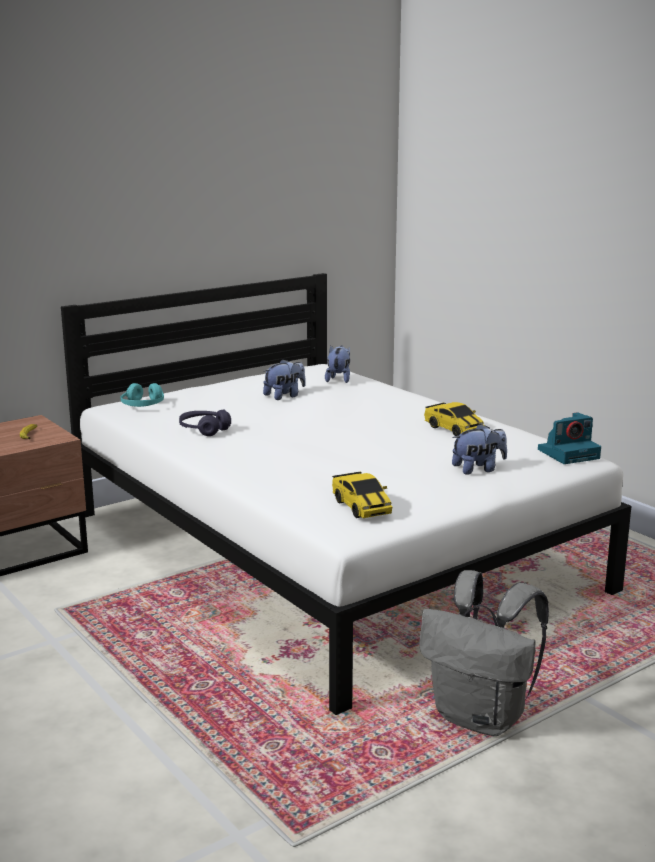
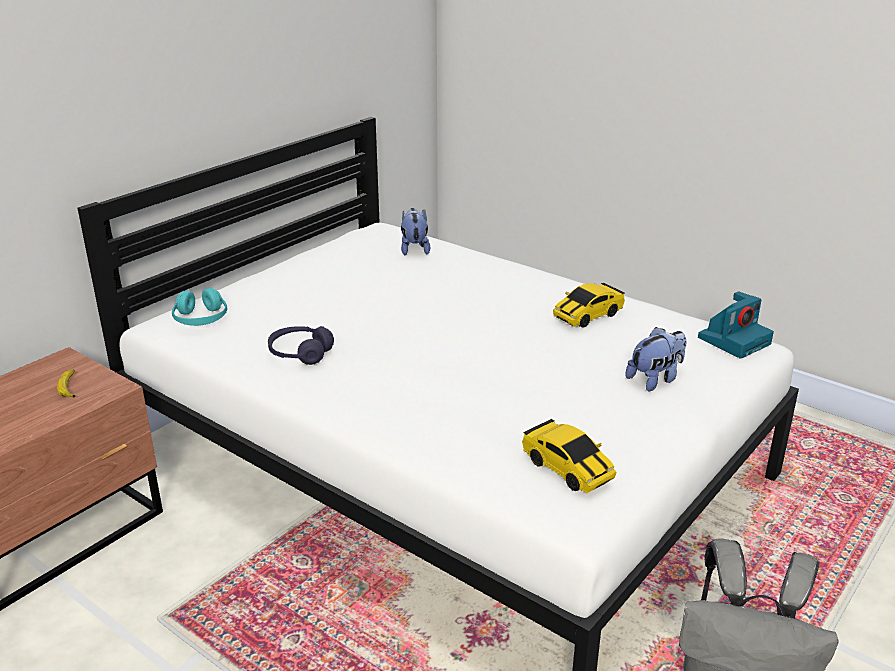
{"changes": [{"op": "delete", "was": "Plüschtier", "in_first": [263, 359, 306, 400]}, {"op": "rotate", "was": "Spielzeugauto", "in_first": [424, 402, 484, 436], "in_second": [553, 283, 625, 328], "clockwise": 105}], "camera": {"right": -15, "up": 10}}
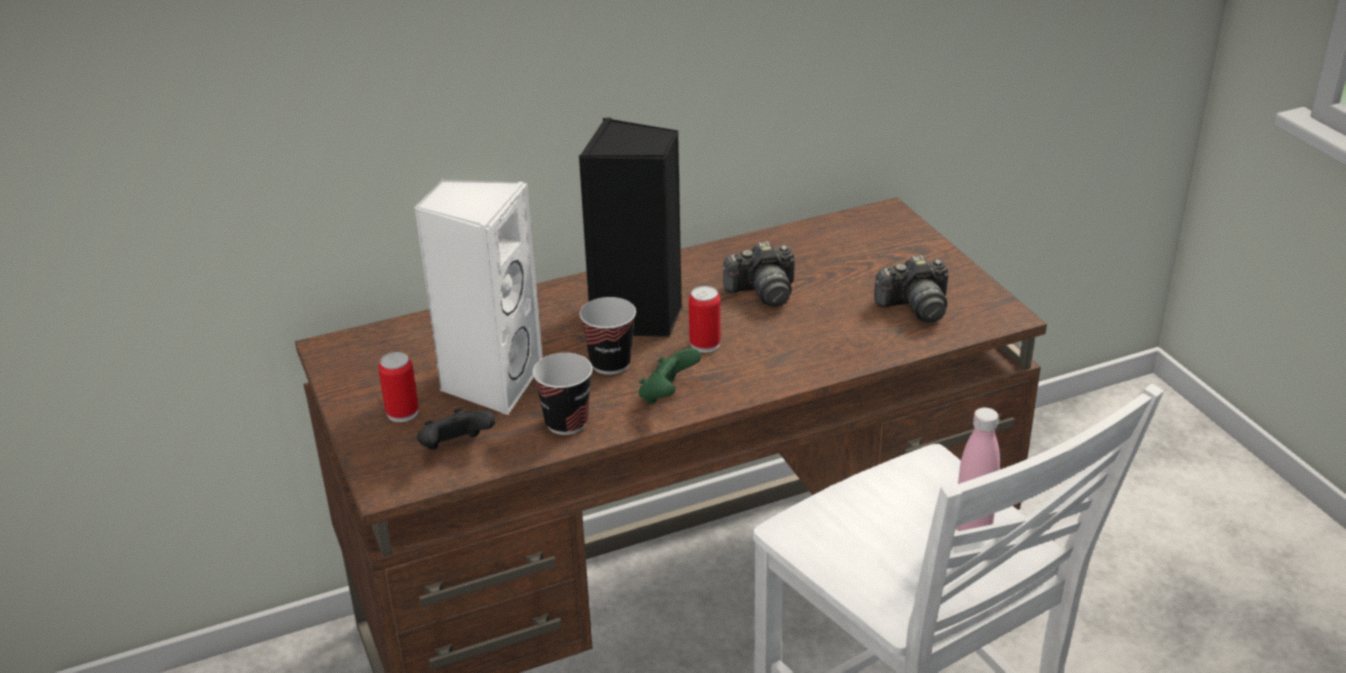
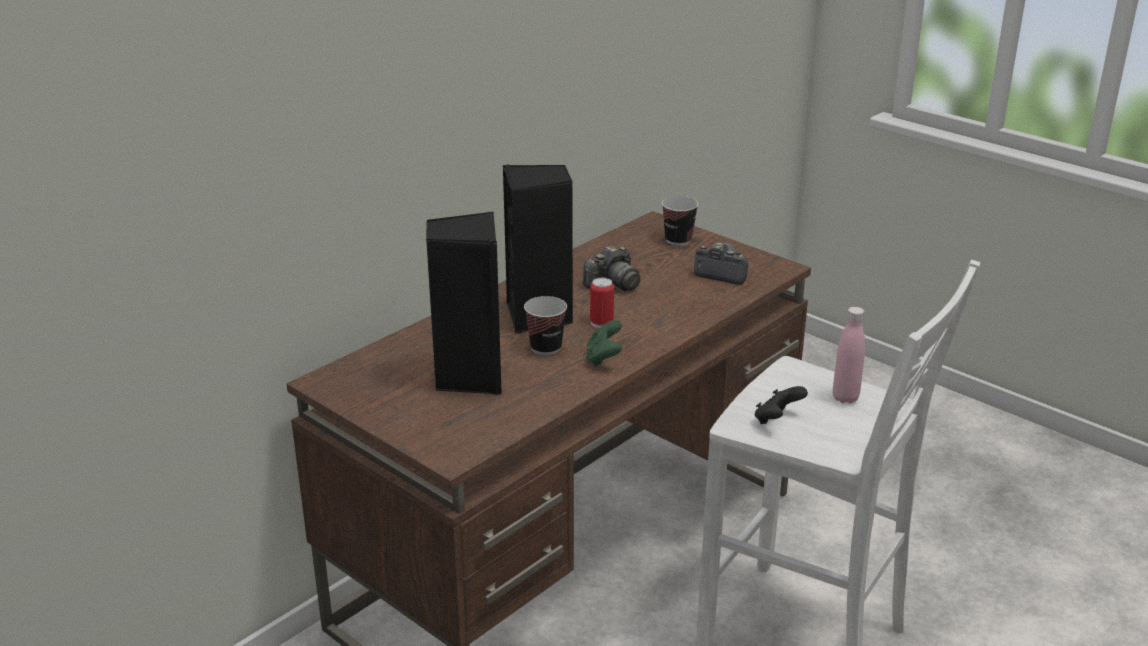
{"changes": [{"op": "recolor", "was": "Lautsprecher (weiß)", "now": "Lautsprecher (schwarz)", "in_first": [414, 179, 543, 415], "in_second": [426, 212, 502, 395]}, {"op": "rotate", "was": "Kamera", "in_first": [874, 255, 948, 323], "in_second": [694, 242, 750, 285], "clockwise": -120}, {"op": "delete", "was": "Dose", "in_first": [378, 352, 419, 422]}, {"op": "move", "was": "Tasse", "in_first": [533, 353, 593, 435], "in_second": [662, 196, 698, 246]}, {"op": "move", "was": "Gamepad (schwarz)", "in_first": [417, 408, 496, 450], "in_second": [755, 386, 808, 424]}], "camera": {"right": -25, "up": -5}}
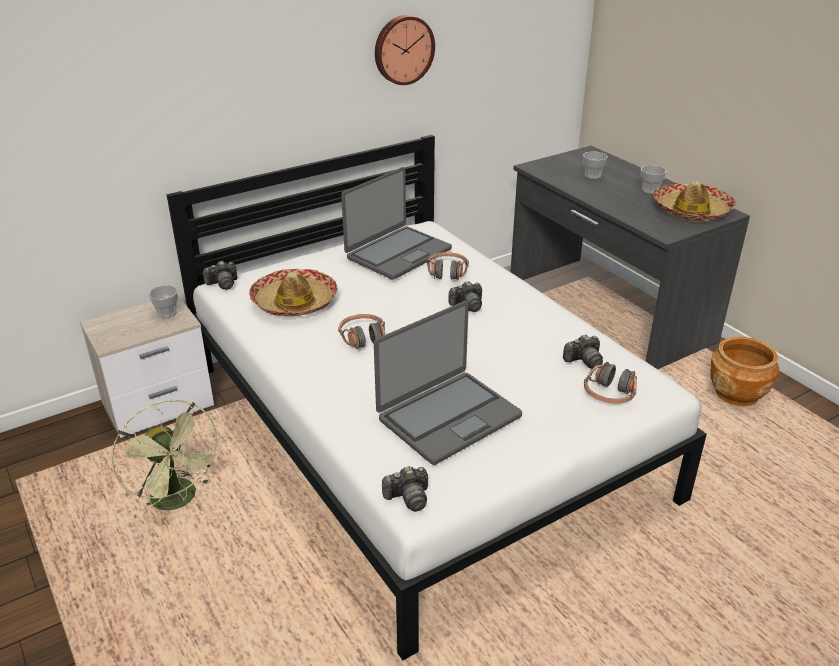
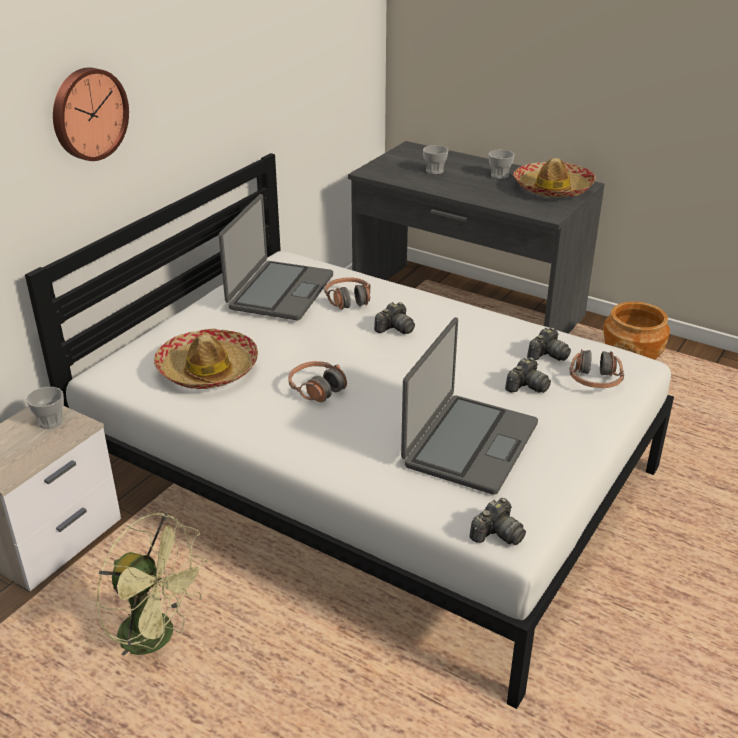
{"changes": [{"op": "move", "was": "Wanduhr", "in_first": [375, 15, 435, 85], "in_second": [53, 67, 129, 161]}, {"op": "move", "was": "Kamera", "in_first": [203, 261, 238, 290], "in_second": [505, 357, 551, 393]}], "camera": {"right": -25, "up": 0}}
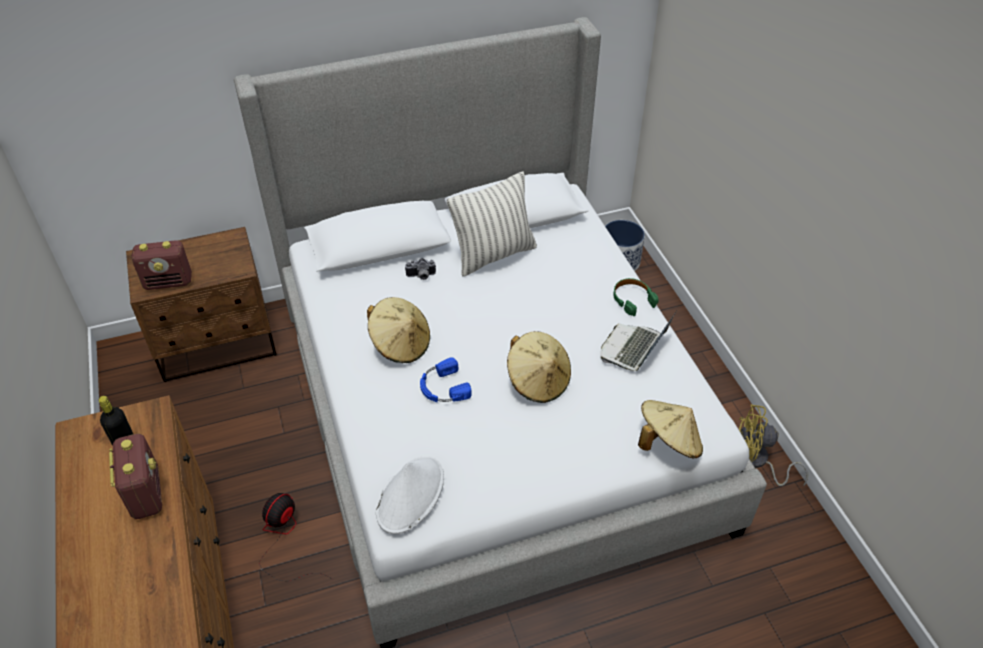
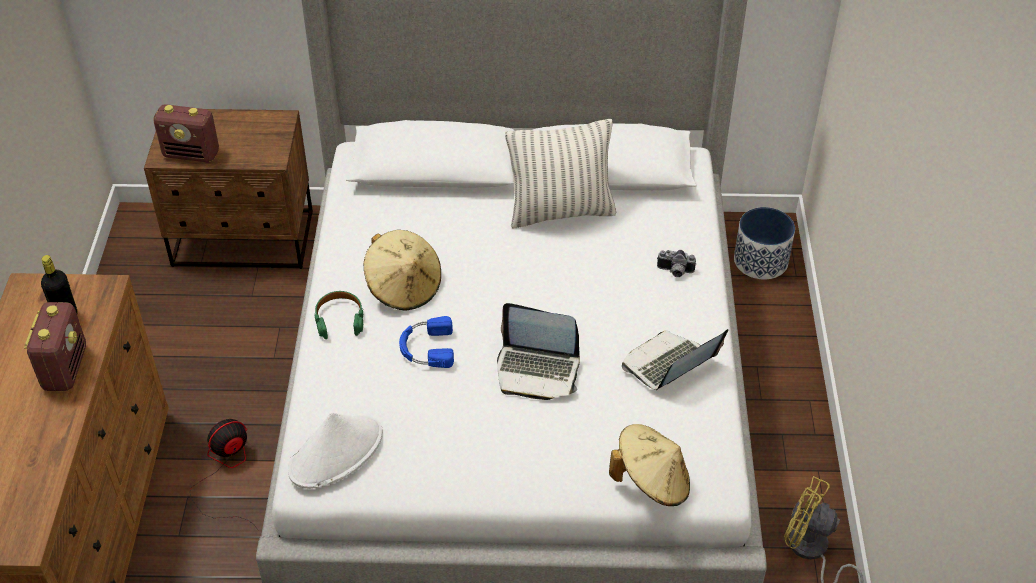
{"changes": [{"op": "move", "was": "Kamera", "in_first": [405, 258, 436, 280], "in_second": [657, 250, 696, 277]}, {"op": "move", "was": "Kopfhörer (grün)", "in_first": [613, 278, 659, 316], "in_second": [315, 291, 363, 339]}, {"op": "replace", "was": "Hut (beige)", "now": "Laptop", "in_first": [507, 331, 571, 403], "in_second": [497, 303, 580, 400]}], "camera": {"right": 20, "up": 0}}
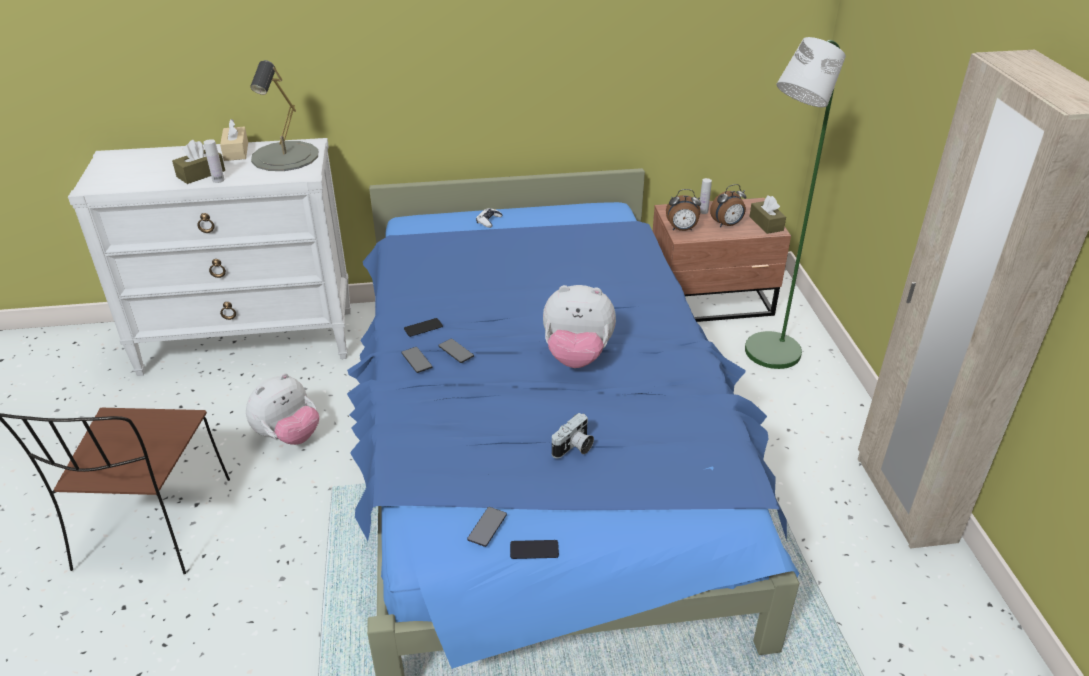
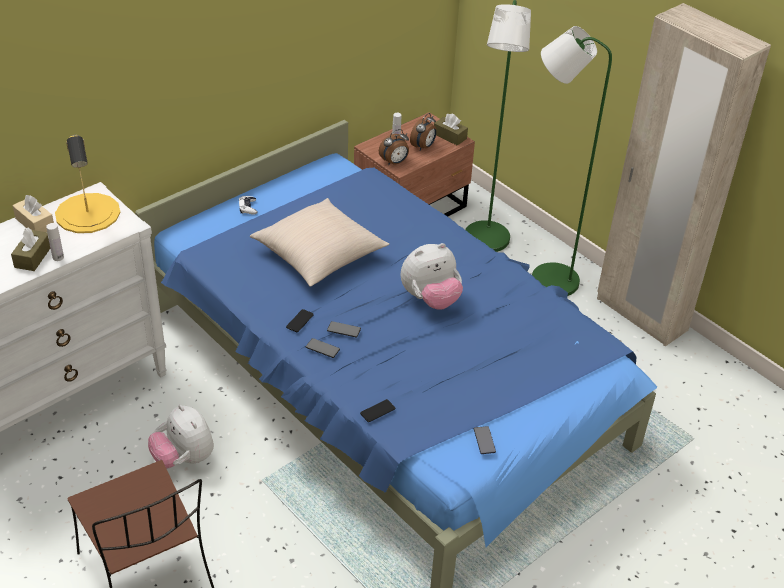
{"changes": [{"op": "recolor", "was": "Tischlampe (grau)", "now": "Tischlampe (gelb)", "in_first": [250, 60, 318, 171], "in_second": [55, 135, 120, 233]}, {"op": "rotate", "was": "Plüschtier", "in_first": [246, 373, 319, 445], "in_second": [148, 405, 214, 469], "clockwise": 135}, {"op": "delete", "was": "Kamera", "in_first": [552, 413, 594, 458]}, {"op": "move", "was": "Handy", "in_first": [510, 540, 559, 559], "in_second": [360, 399, 395, 422]}, {"op": "insert", "now": "Stehlampe (grün)", "in_second": [532, 26, 612, 296]}, {"op": "insert", "now": "Kissen (beige)", "in_second": [250, 198, 389, 287]}], "camera": {"right": -35, "up": 5}}
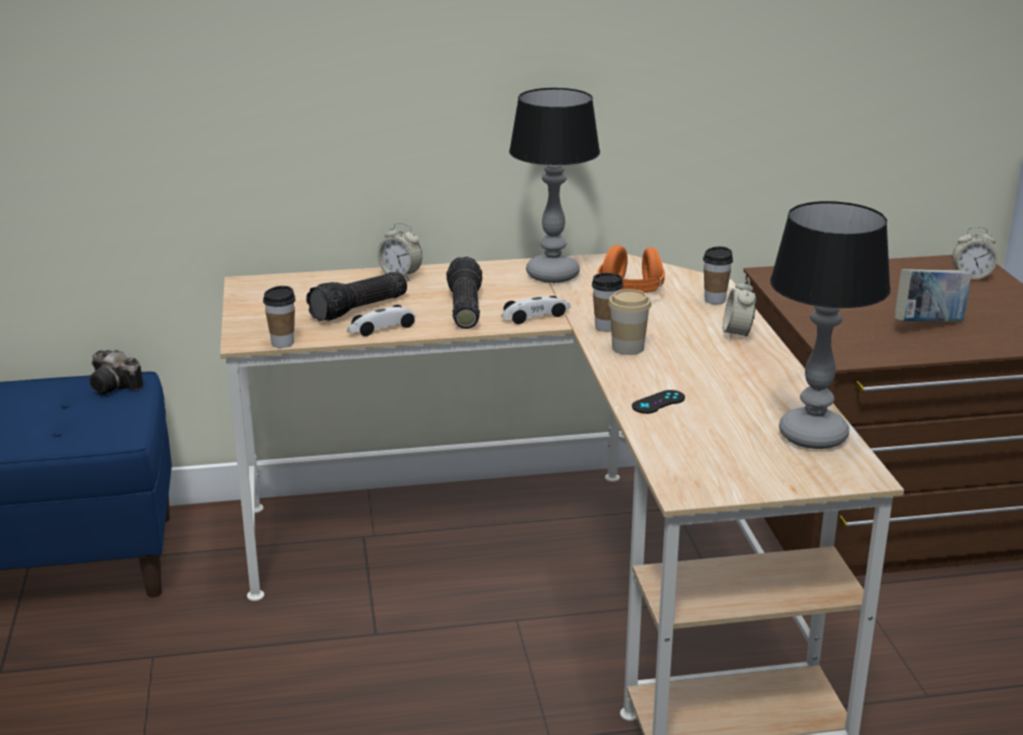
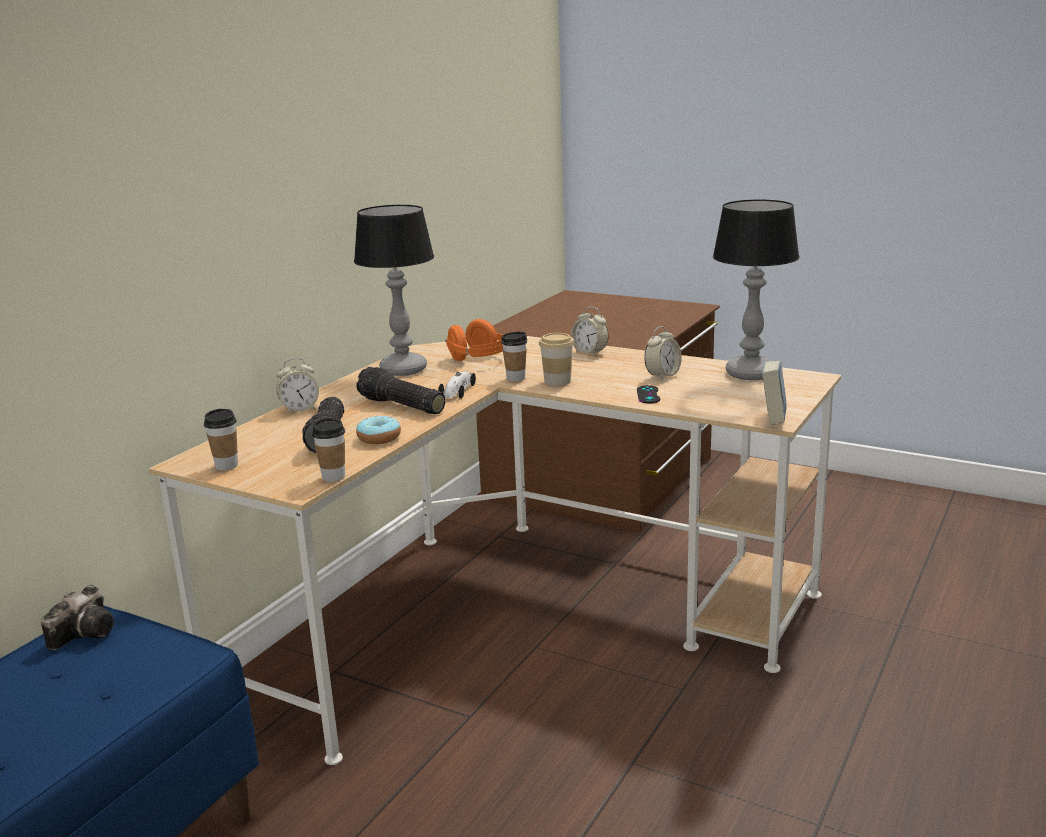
{"changes": [{"op": "move", "was": "Wecker", "in_first": [952, 226, 997, 280], "in_second": [644, 326, 682, 381]}, {"op": "move", "was": "Tasse", "in_first": [703, 246, 733, 304], "in_second": [204, 409, 238, 470]}, {"op": "move", "was": "Buch", "in_first": [895, 269, 971, 321], "in_second": [762, 360, 787, 425]}, {"op": "replace", "was": "Spielzeugauto", "now": "Donut", "in_first": [347, 305, 416, 336], "in_second": [356, 416, 401, 444]}, {"op": "rotate", "was": "Kamera", "in_first": [89, 349, 143, 394], "in_second": [41, 585, 114, 650], "clockwise": -45}], "camera": {"right": -50, "up": -5}}
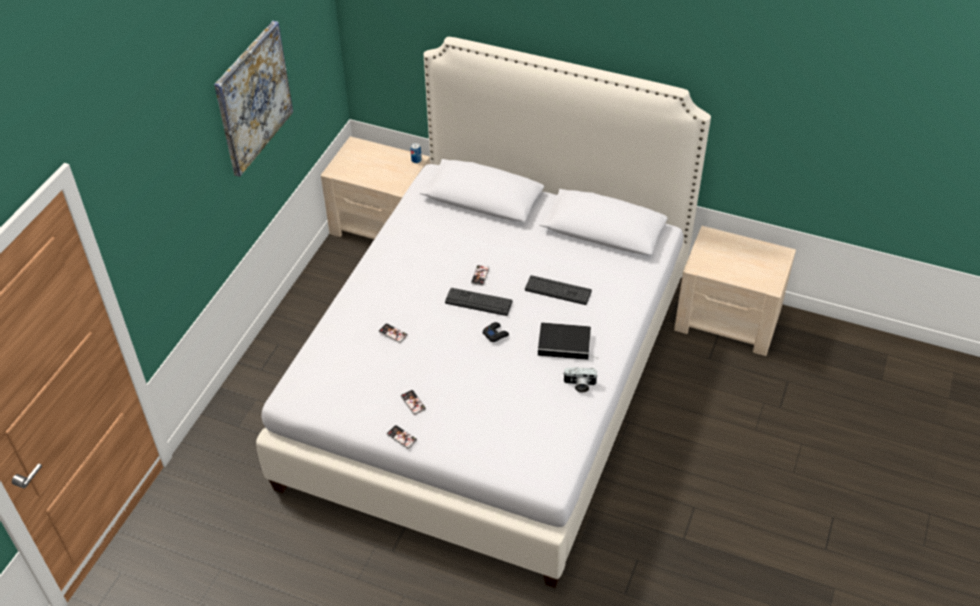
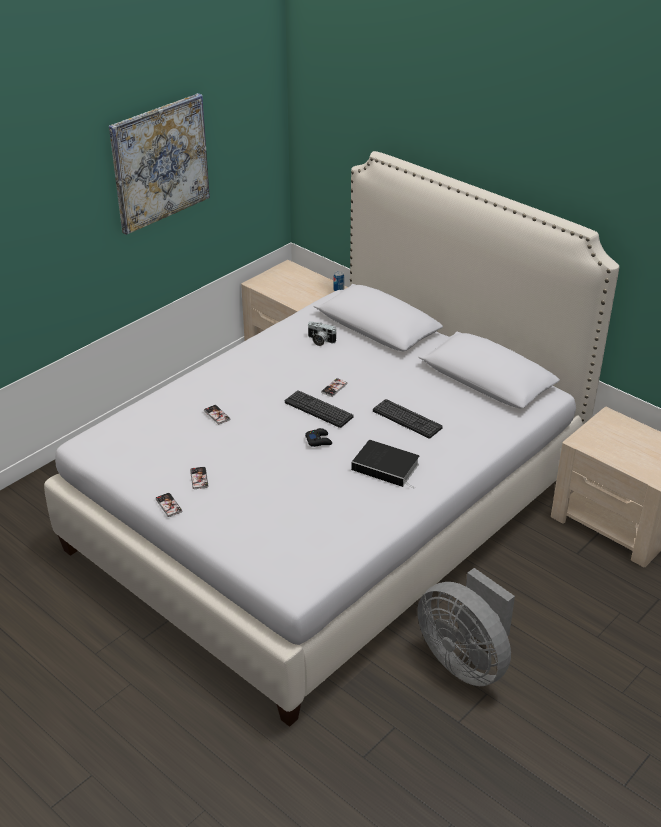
{"changes": [{"op": "move", "was": "Kamera", "in_first": [564, 367, 598, 393], "in_second": [307, 321, 337, 346]}, {"op": "insert", "now": "Ventilator (grau)", "in_second": [417, 568, 515, 686]}], "camera": {"right": 20, "up": -10}}
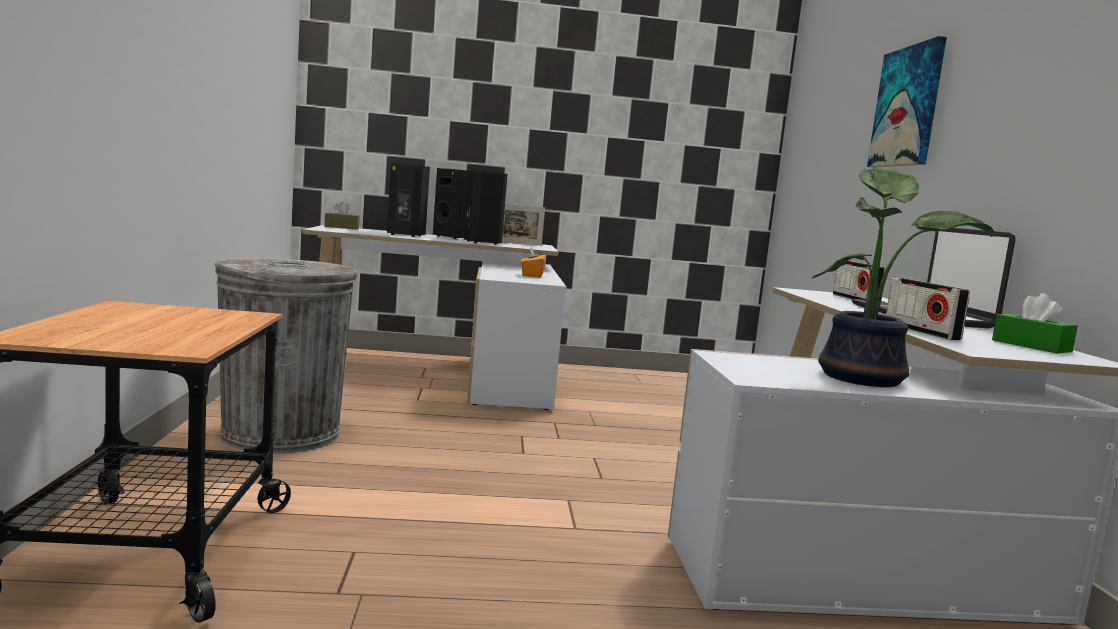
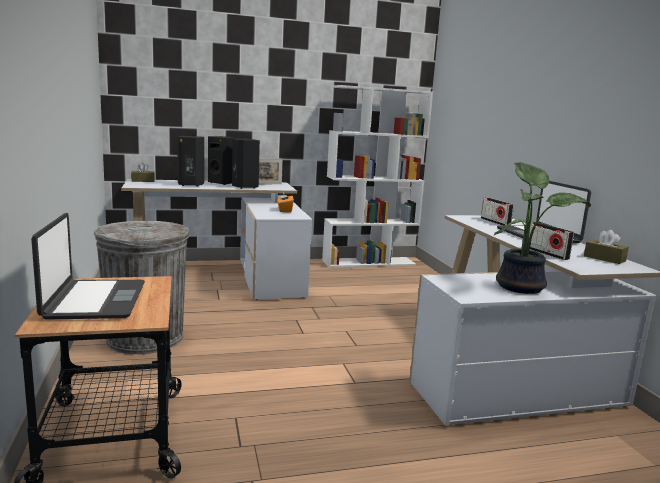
{"changes": [{"op": "delete", "was": "Bild", "in_first": [867, 36, 947, 167]}, {"op": "recolor", "was": "Taschentuchbox (grün)", "now": "Taschentuchbox (braun)", "in_first": [992, 293, 1078, 353], "in_second": [584, 230, 629, 264]}, {"op": "insert", "now": "Bücherregal (weiß)", "in_second": [322, 85, 433, 267]}, {"op": "insert", "now": "Laptop", "in_second": [31, 213, 145, 320]}], "camera": {"right": -10, "up": 5}}
